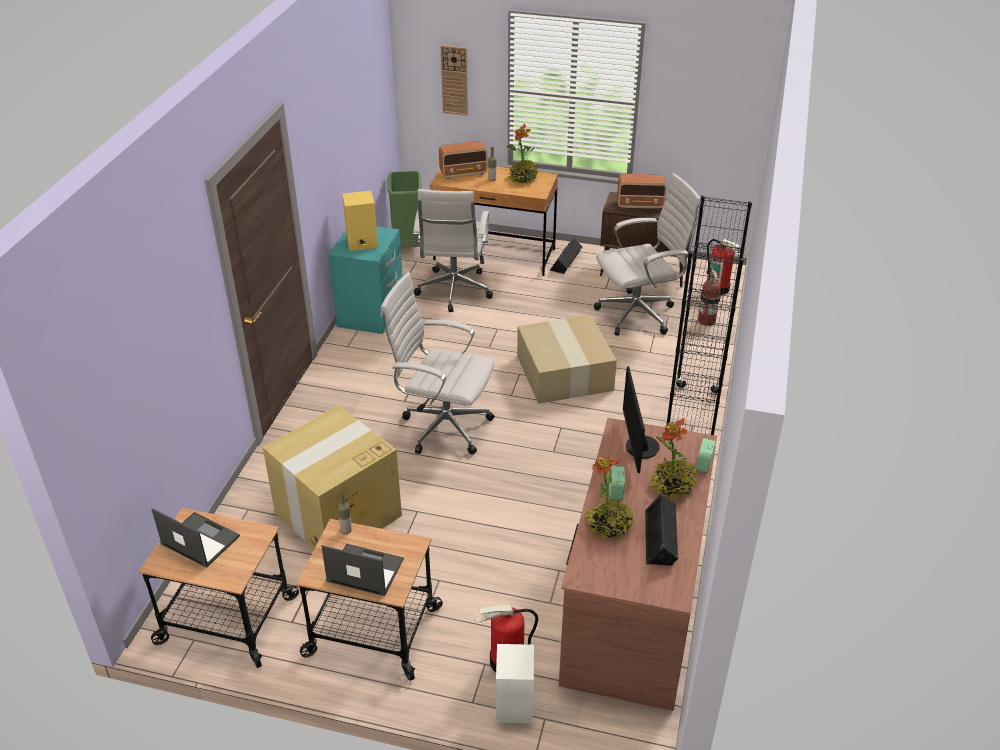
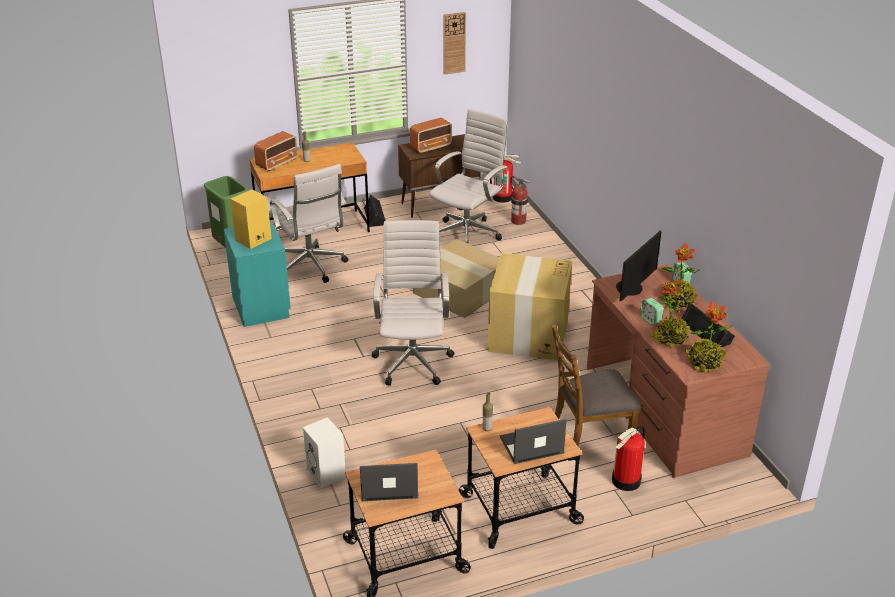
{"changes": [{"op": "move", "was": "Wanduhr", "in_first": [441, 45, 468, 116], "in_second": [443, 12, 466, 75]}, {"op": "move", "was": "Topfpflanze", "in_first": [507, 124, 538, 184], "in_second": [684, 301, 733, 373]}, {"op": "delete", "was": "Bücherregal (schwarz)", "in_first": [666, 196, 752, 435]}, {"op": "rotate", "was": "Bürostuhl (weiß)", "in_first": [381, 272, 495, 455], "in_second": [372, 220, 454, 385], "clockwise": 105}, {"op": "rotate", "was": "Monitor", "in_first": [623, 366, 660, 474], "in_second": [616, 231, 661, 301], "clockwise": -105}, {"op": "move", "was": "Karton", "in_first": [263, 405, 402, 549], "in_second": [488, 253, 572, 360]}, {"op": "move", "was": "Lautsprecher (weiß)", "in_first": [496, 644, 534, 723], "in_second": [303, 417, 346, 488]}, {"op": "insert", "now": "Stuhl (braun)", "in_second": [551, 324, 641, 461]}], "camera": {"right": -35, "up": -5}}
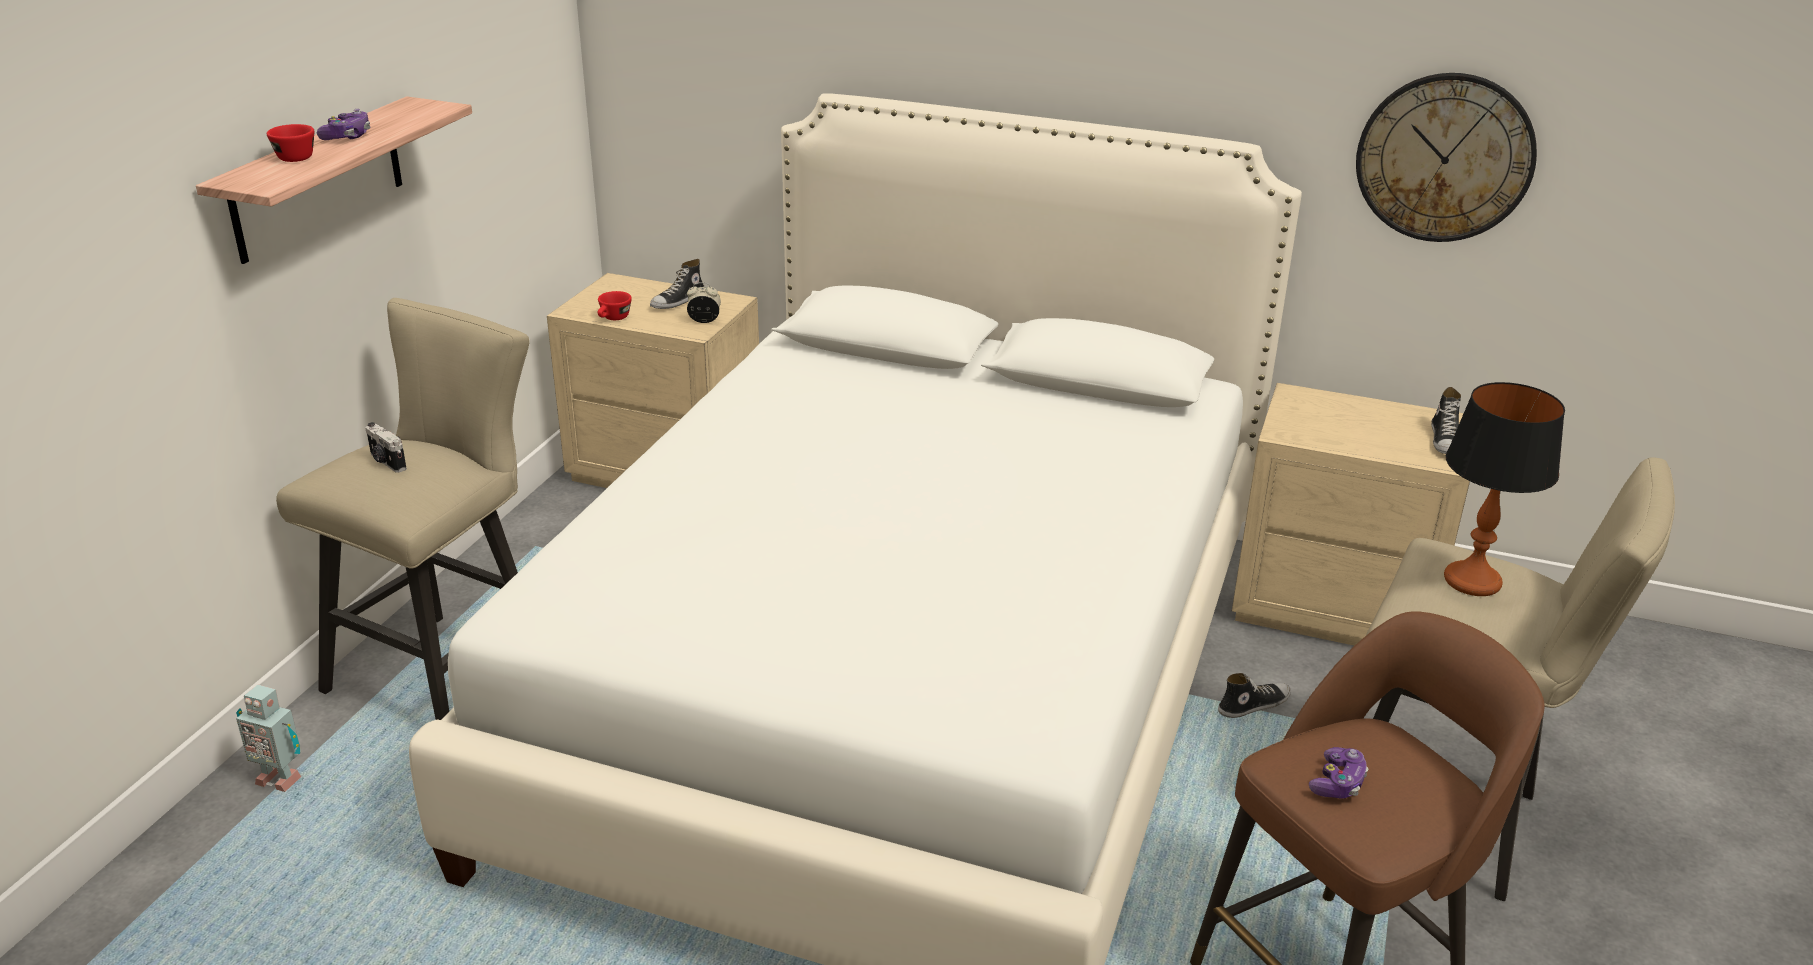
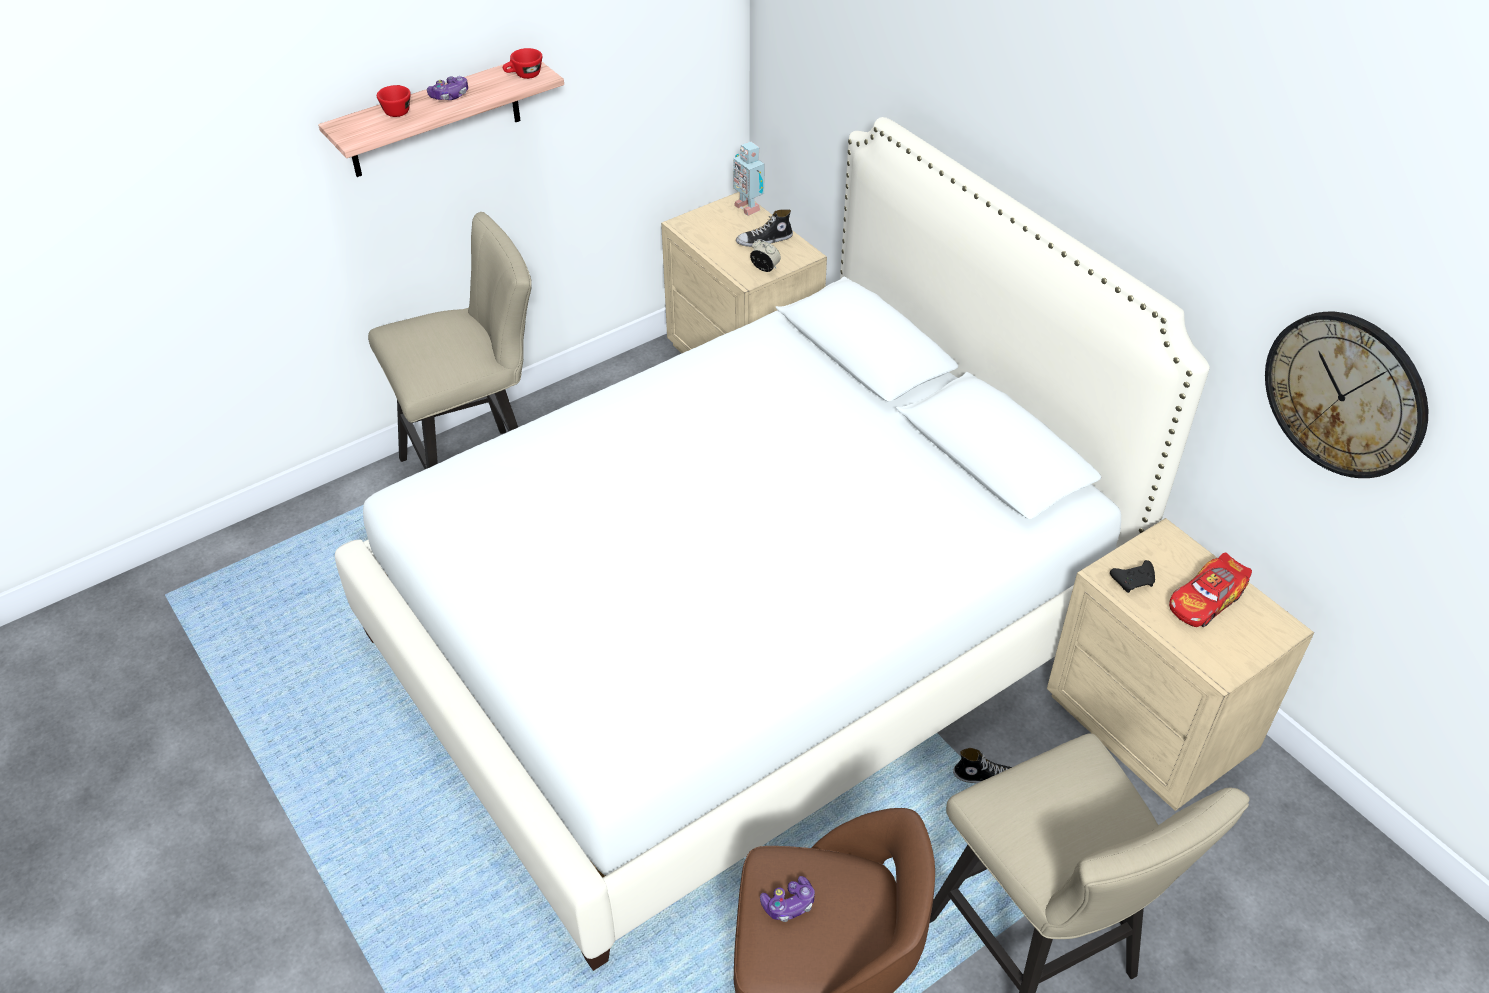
{"changes": [{"op": "move", "was": "Tasse (rot)", "in_first": [598, 291, 632, 320], "in_second": [503, 48, 542, 79]}, {"op": "delete", "was": "Tischlampe", "in_first": [1444, 382, 1565, 596]}, {"op": "delete", "was": "Schuh", "in_first": [1431, 387, 1461, 454]}, {"op": "delete", "was": "Kamera", "in_first": [366, 422, 407, 473]}, {"op": "move", "was": "Spielzeugroboter", "in_first": [236, 685, 302, 792], "in_second": [733, 142, 765, 216]}, {"op": "insert", "now": "Spielzeugauto", "in_second": [1169, 553, 1252, 627]}, {"op": "insert", "now": "Gamepad (schwarz)", "in_second": [1110, 560, 1155, 593]}], "camera": {"right": 35, "up": 15}}
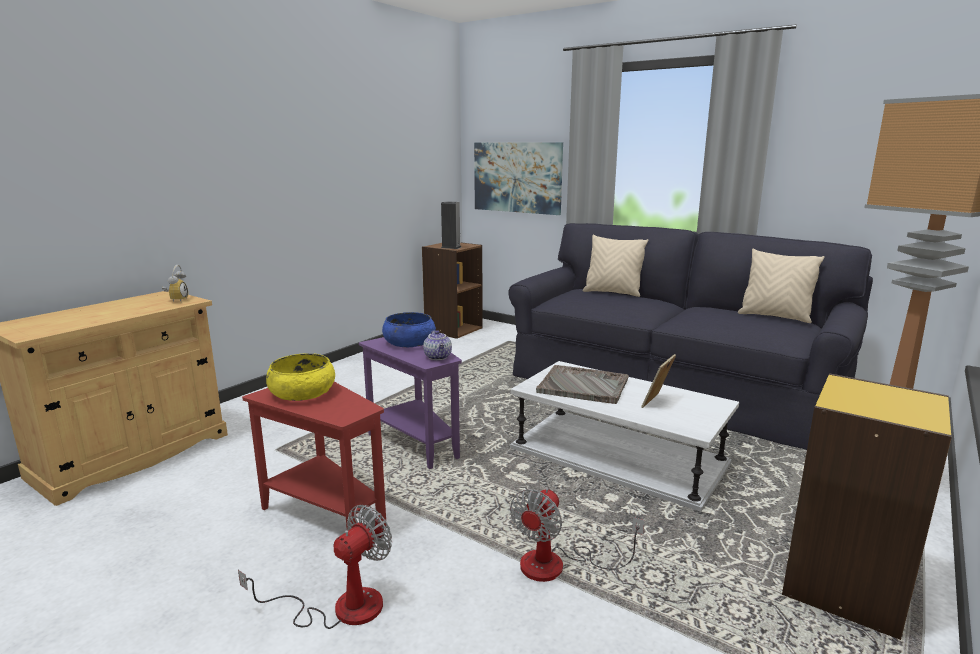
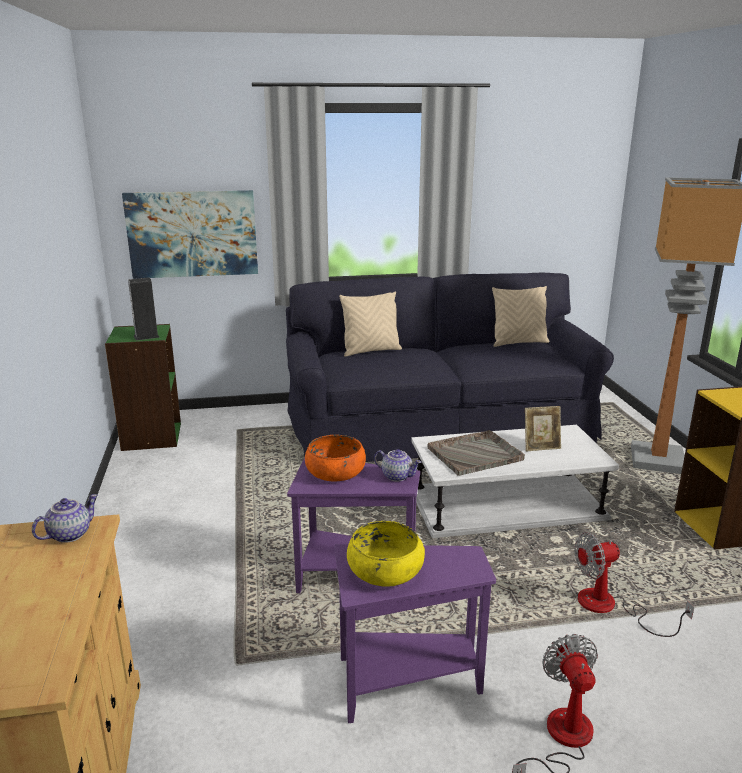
{"changes": [{"op": "recolor", "was": "Bücherregal (braun)", "now": "Bücherregal (grün)", "in_first": [422, 242, 483, 339], "in_second": [105, 324, 181, 451]}, {"op": "replace", "was": "Wecker", "now": "Teekanne", "in_first": [162, 265, 188, 302], "in_second": [32, 494, 98, 543]}, {"op": "recolor", "was": "Schüssel (blau)", "now": "Schüssel (orange)", "in_first": [382, 312, 436, 347], "in_second": [305, 435, 366, 481]}, {"op": "rotate", "was": "Bilderrahmen", "in_first": [641, 354, 676, 408], "in_second": [525, 406, 561, 451], "clockwise": -90}, {"op": "recolor", "was": "Beistelltisch (rot)", "now": "Beistelltisch (lila)", "in_first": [242, 382, 387, 530], "in_second": [334, 544, 496, 723]}, {"op": "rotate", "was": "Ventilator", "in_first": [510, 488, 644, 582], "in_second": [574, 532, 694, 637], "clockwise": 90}], "camera": {"right": -45, "up": 5}}
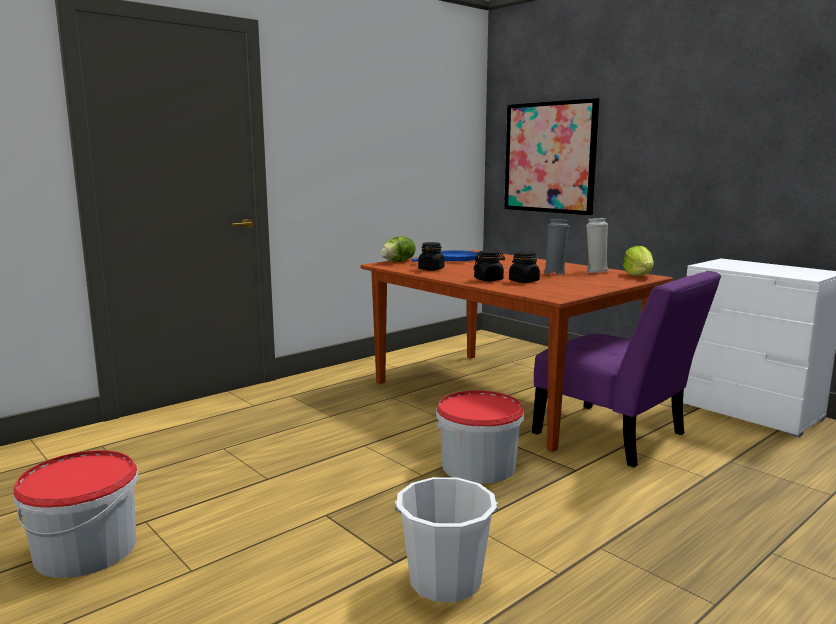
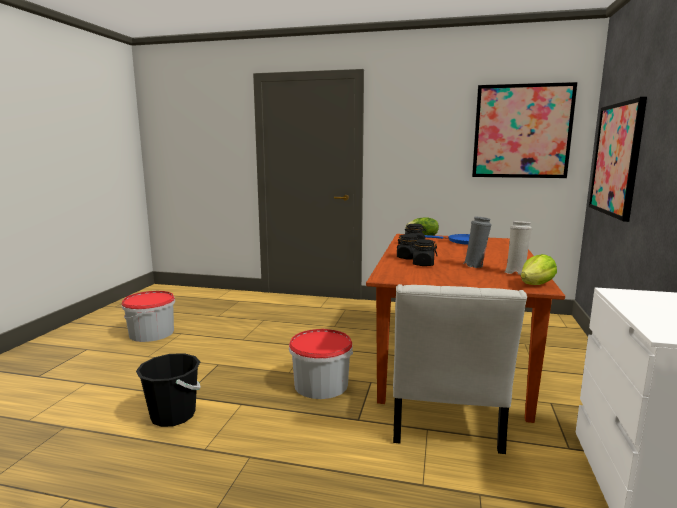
{"changes": [{"op": "recolor", "was": "Stuhl (lila)", "now": "Stuhl (weiß)", "in_first": [532, 271, 721, 467], "in_second": [393, 284, 527, 454]}, {"op": "recolor", "was": "Eimer (weiß)", "now": "Eimer (schwarz)", "in_first": [395, 477, 498, 602], "in_second": [136, 353, 201, 427]}, {"op": "insert", "now": "Bild", "in_second": [472, 82, 577, 178]}], "camera": {"right": 55, "up": 0}}
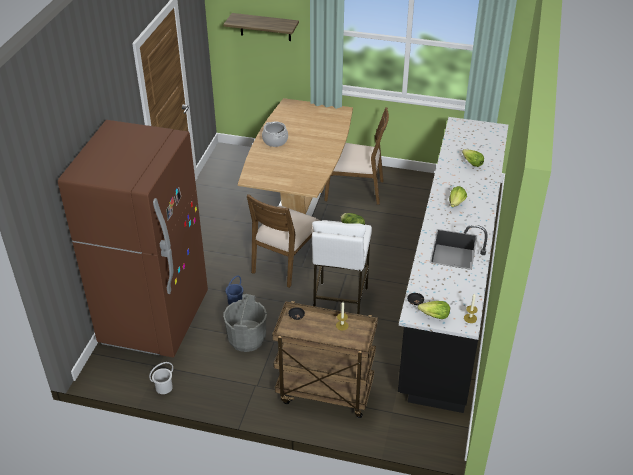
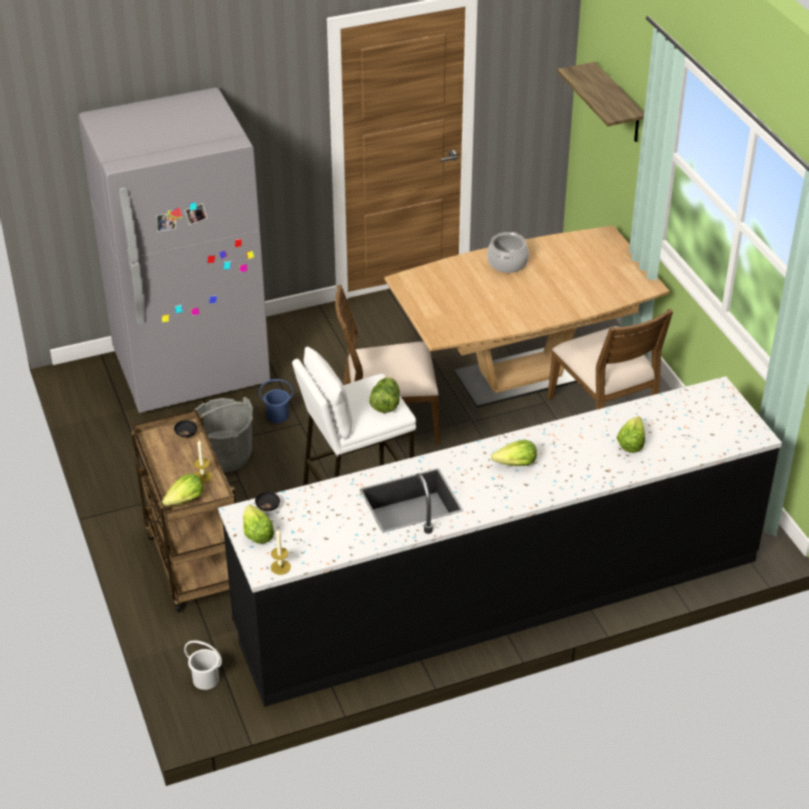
{"changes": [{"op": "recolor", "was": "Kühlschrank (braun)", "now": "Kühlschrank (grau)", "in_first": [58, 120, 208, 358], "in_second": [78, 88, 270, 413]}, {"op": "move", "was": "Eimer (weiß)", "in_first": [149, 362, 173, 394], "in_second": [184, 640, 222, 690]}, {"op": "insert", "now": "Salatkopf", "in_second": [162, 474, 203, 506]}], "camera": {"right": 55, "up": 0}}
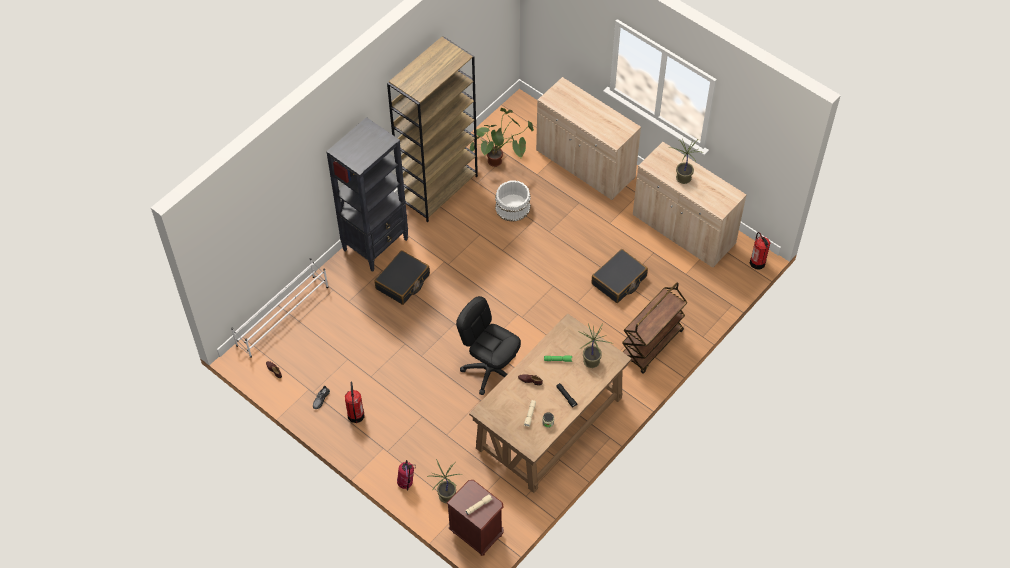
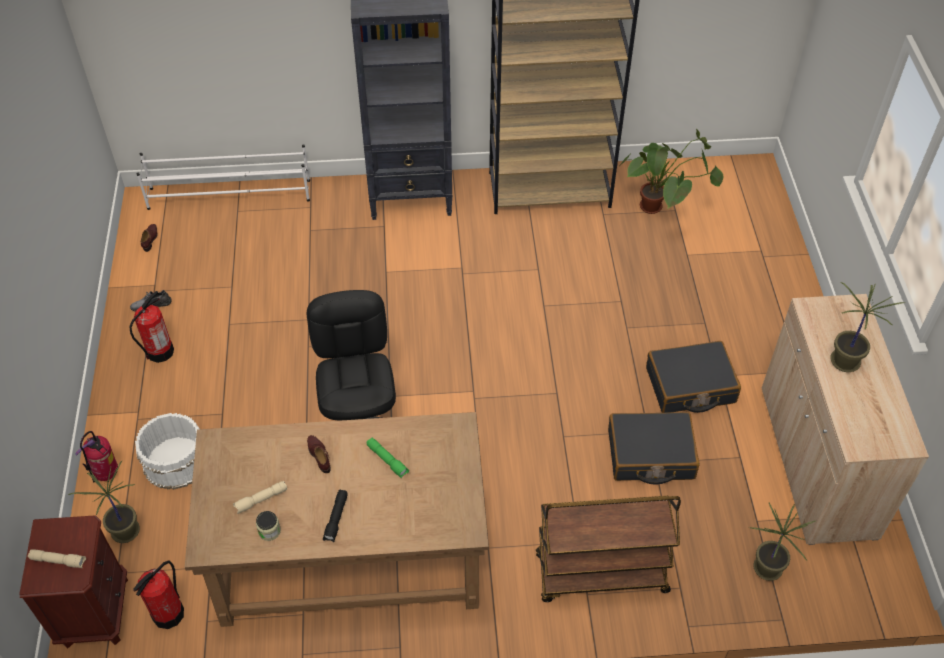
{"changes": [{"op": "delete", "was": "Schrank (beige)", "in_first": [536, 77, 641, 200]}, {"op": "move", "was": "Eimer (weiß)", "in_first": [495, 180, 531, 222], "in_second": [135, 413, 200, 490]}, {"op": "move", "was": "Feuerlöscher", "in_first": [750, 232, 770, 269], "in_second": [133, 560, 184, 629]}, {"op": "move", "was": "Koffer (schwarz)", "in_first": [374, 250, 430, 305], "in_second": [646, 341, 741, 413]}, {"op": "move", "was": "Topfpflanze", "in_first": [578, 323, 614, 368], "in_second": [749, 503, 816, 581]}], "camera": {"right": 45, "up": -5}}
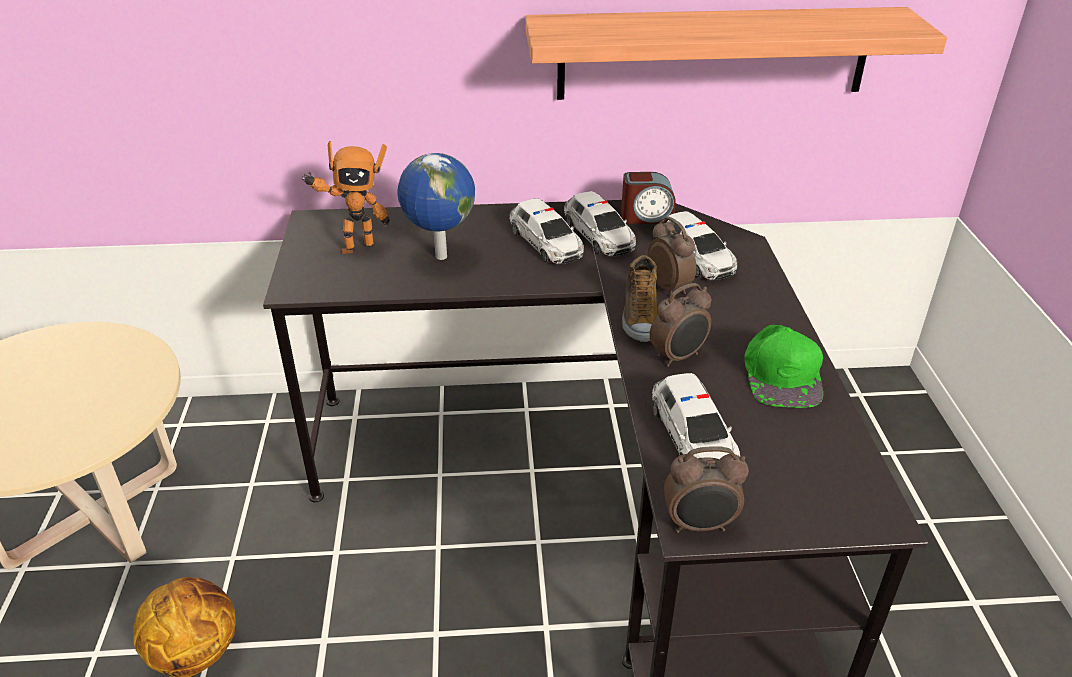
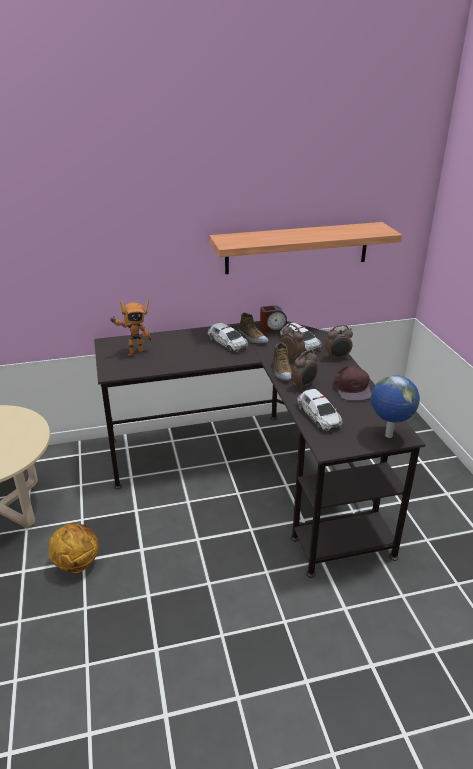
{"changes": [{"op": "move", "was": "Globus", "in_first": [398, 153, 475, 260], "in_second": [371, 375, 420, 438]}, {"op": "replace", "was": "Spielzeugauto", "now": "Schuh", "in_first": [564, 191, 636, 256], "in_second": [238, 313, 268, 344]}, {"op": "recolor", "was": "Kappe (grün)", "now": "Kappe (braun)", "in_first": [744, 325, 823, 408], "in_second": [334, 366, 371, 401]}, {"op": "move", "was": "Wecker", "in_first": [664, 446, 749, 533], "in_second": [325, 325, 353, 360]}], "camera": {"right": -10, "up": -5}}
